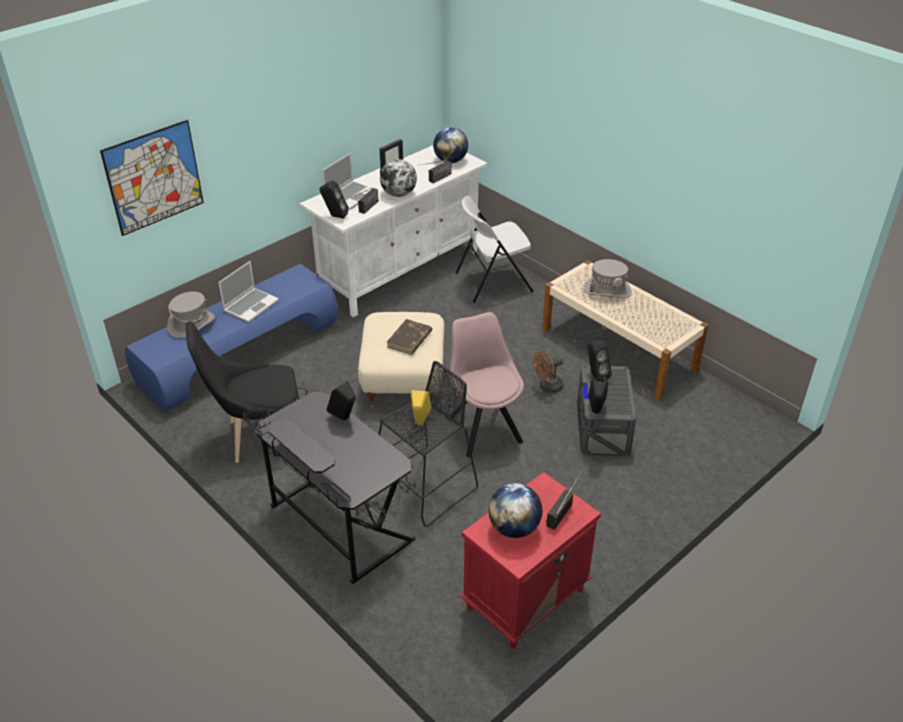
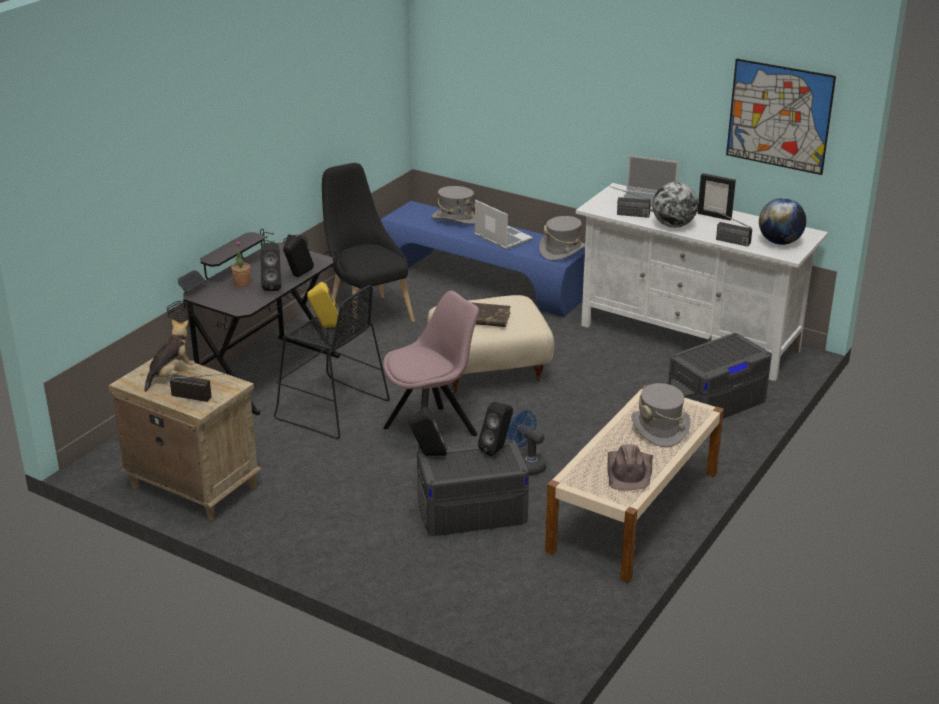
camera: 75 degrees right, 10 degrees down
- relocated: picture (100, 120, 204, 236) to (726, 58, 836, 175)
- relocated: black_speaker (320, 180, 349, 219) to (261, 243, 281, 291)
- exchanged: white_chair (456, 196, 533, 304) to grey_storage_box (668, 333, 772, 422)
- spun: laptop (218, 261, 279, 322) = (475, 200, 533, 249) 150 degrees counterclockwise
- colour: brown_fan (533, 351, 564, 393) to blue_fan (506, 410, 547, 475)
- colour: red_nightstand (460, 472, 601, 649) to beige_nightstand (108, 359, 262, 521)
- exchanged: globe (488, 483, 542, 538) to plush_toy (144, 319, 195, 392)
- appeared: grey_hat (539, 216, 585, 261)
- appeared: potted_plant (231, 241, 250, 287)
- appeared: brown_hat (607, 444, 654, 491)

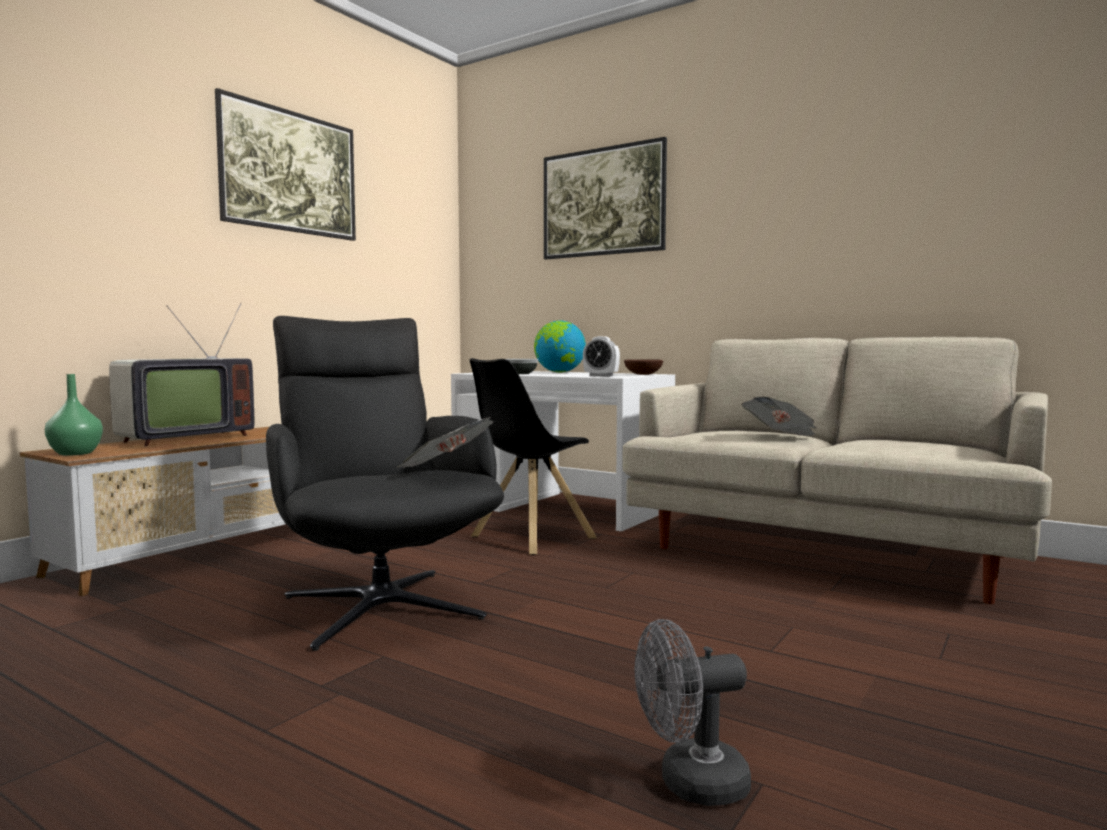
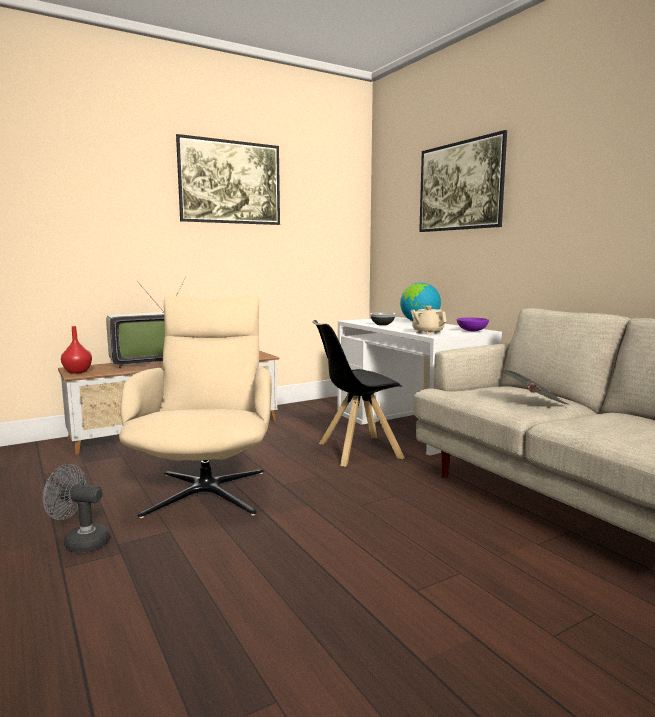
camera: 25 degrees right, 5 degrees up
- colour: black_armchair (266, 316, 504, 651) to beige_armchair (119, 295, 272, 518)
- exchanged: alarm_clock (583, 336, 620, 377) to beige_teapot (411, 306, 447, 335)
- colour: brown_bowl (624, 359, 663, 375) to purple_bowl (456, 318, 489, 331)
- colour: green_vase (45, 374, 103, 456) to red_vase (61, 326, 92, 374)
- missing: newspaper (397, 417, 493, 468)
- relocated: grey_fan (635, 619, 751, 806) to (43, 464, 110, 553)

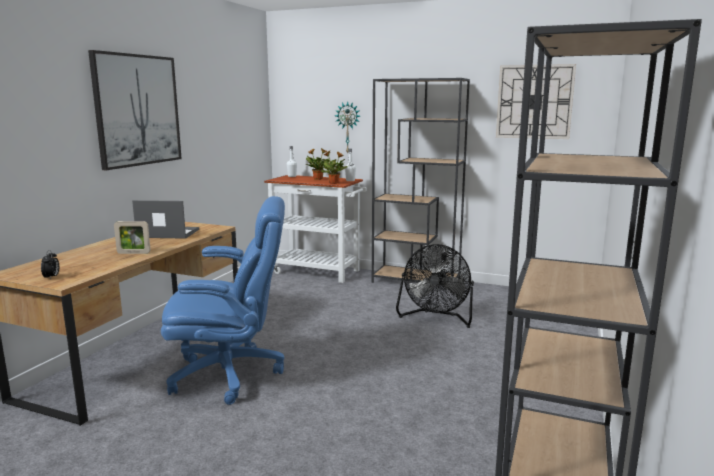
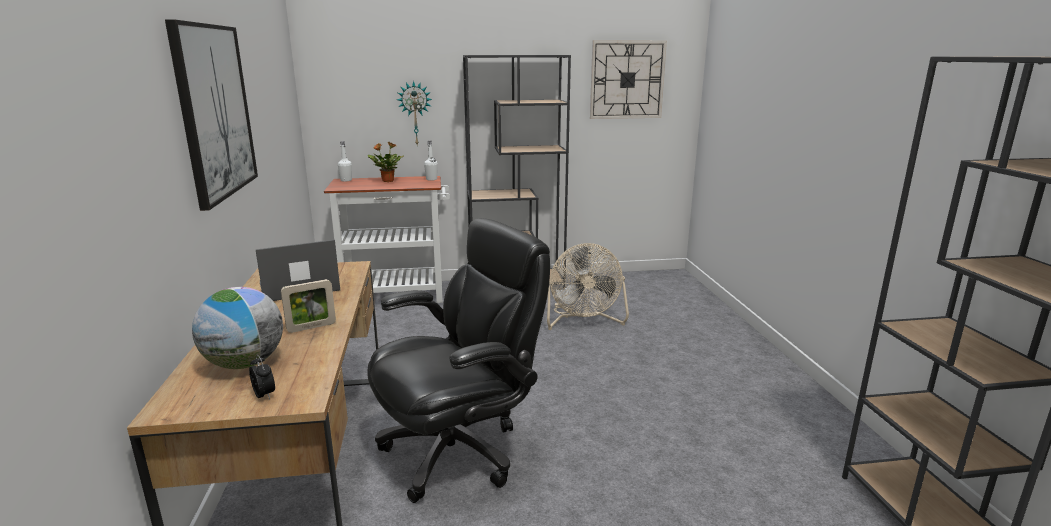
camera: 30 degrees left, 5 degrees up
- missing: potted_plant (320, 151, 348, 184)
- colour: blue_office_chair (161, 196, 285, 405) to black_office_chair (368, 218, 550, 503)
- colour: black_fan (396, 244, 474, 328) to beige_fan (547, 243, 629, 330)
- appeared: globe (192, 287, 283, 369)

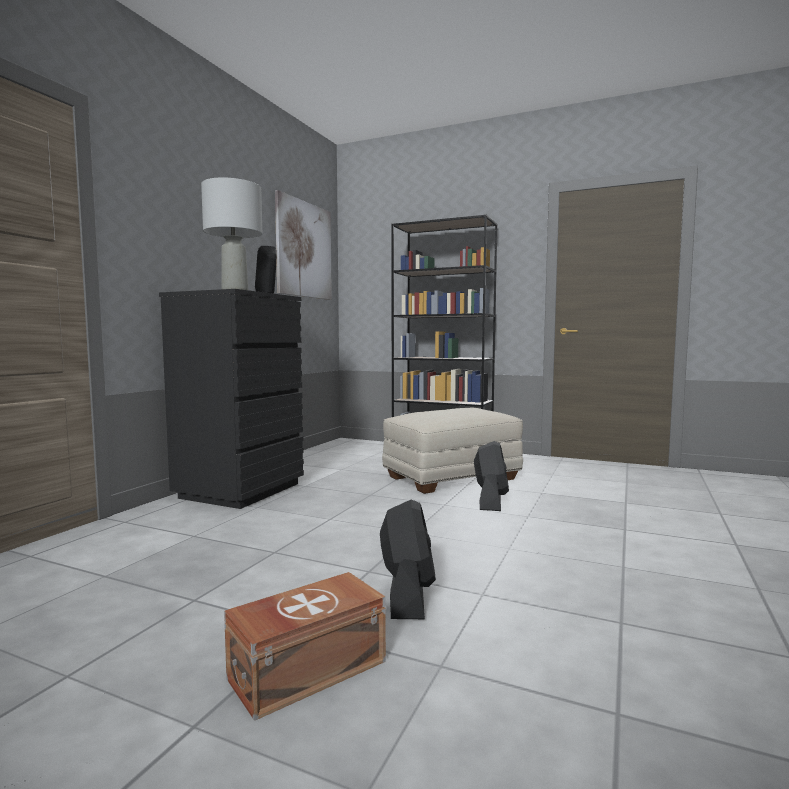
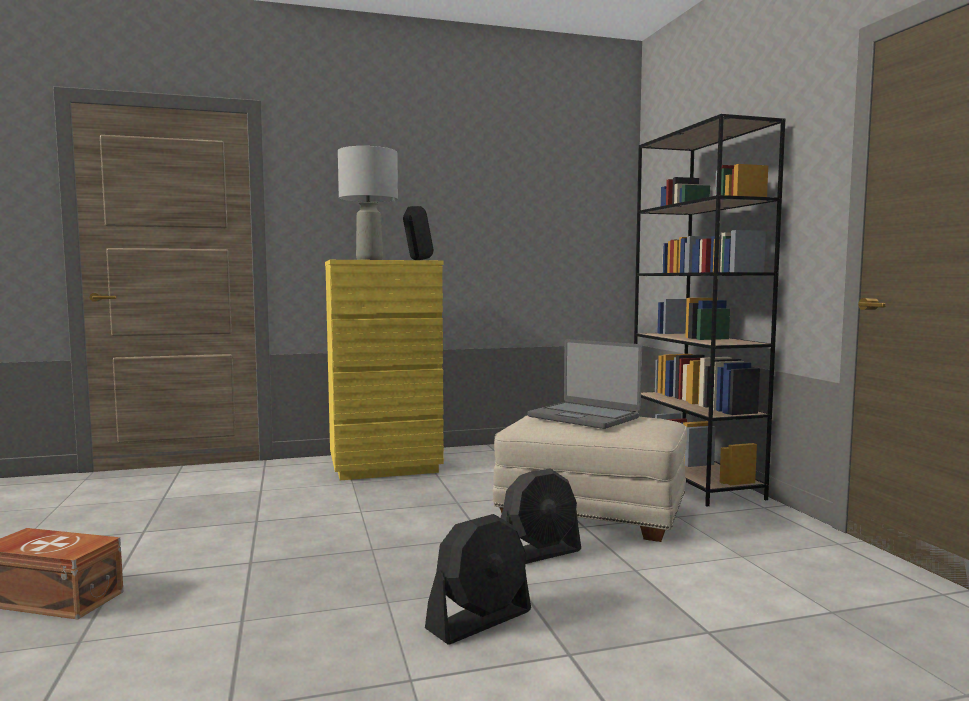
camera: 50 degrees right, 0 degrees up
- missing: picture (275, 190, 332, 300)
- colour: black_dresser (159, 289, 304, 509) to yellow_dresser (325, 260, 444, 480)
- relocated: black_fan (380, 499, 436, 619) to (425, 514, 531, 644)
- appeared: laptop (528, 339, 642, 429)

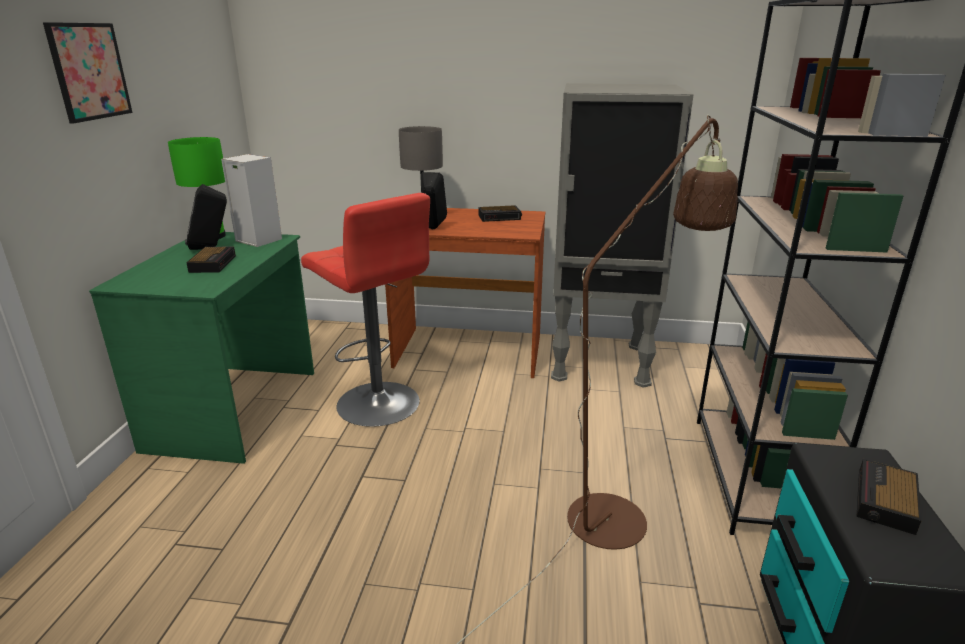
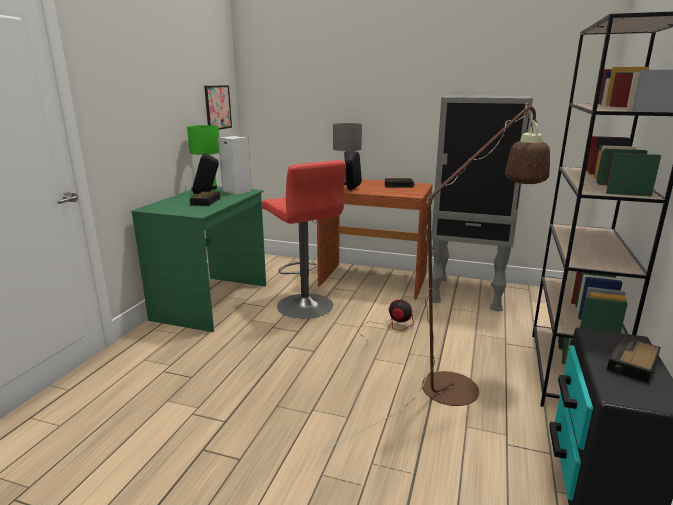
camera: 10 degrees right, 5 degrees down
- relocated: picture (43, 22, 133, 124) to (204, 85, 232, 130)
- appeared: fan (359, 300, 414, 348)

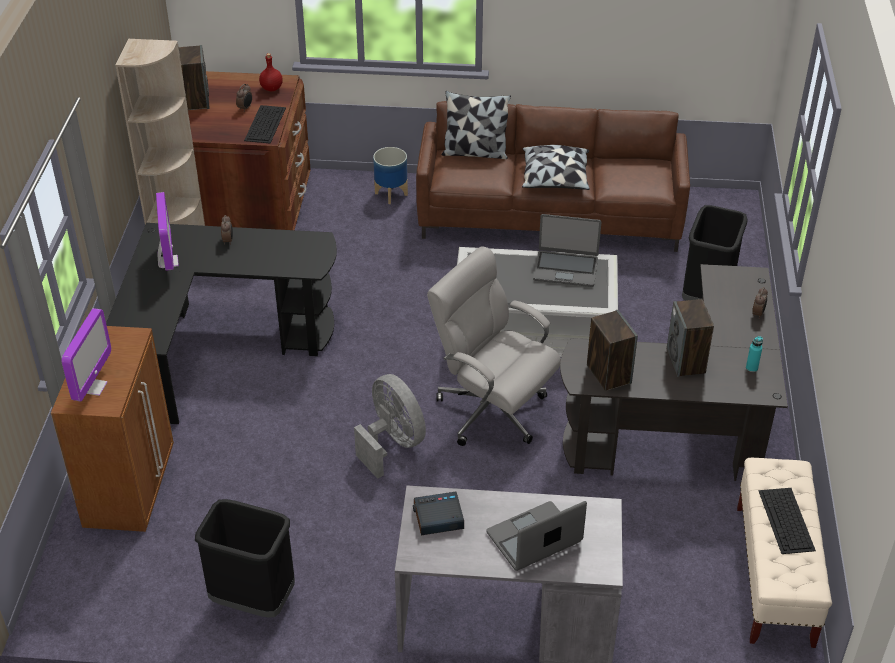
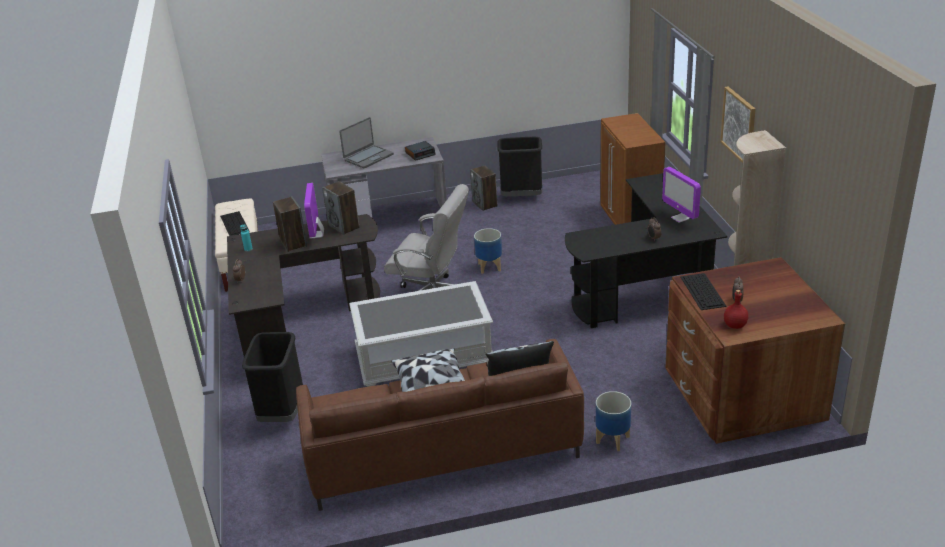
camera: 165 degrees right, 10 degrees down
- relocated: speaker (179, 45, 209, 110) to (470, 166, 497, 211)
- missing: laptop (533, 214, 601, 287)
- relocated: monitor (62, 308, 111, 401) to (304, 183, 324, 239)
- exchanged: grey_fan (354, 374, 426, 479) to planter (474, 228, 502, 274)
- appeared: picture (720, 87, 756, 163)

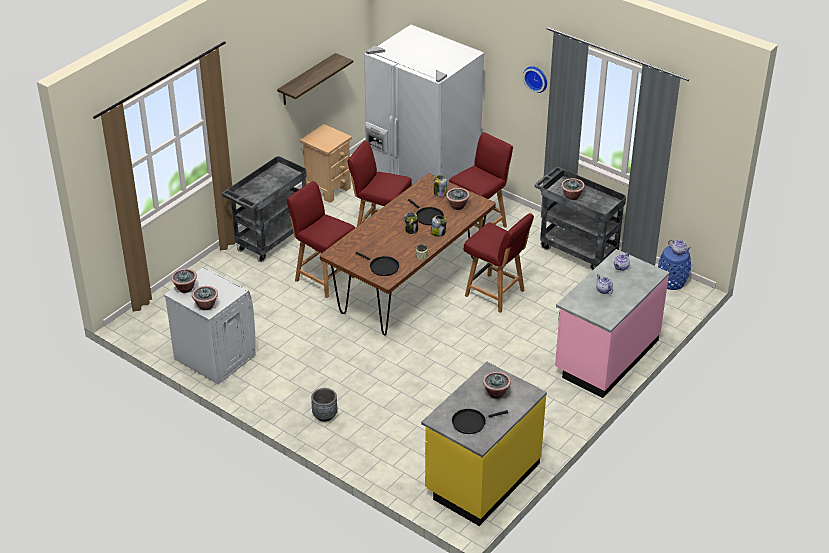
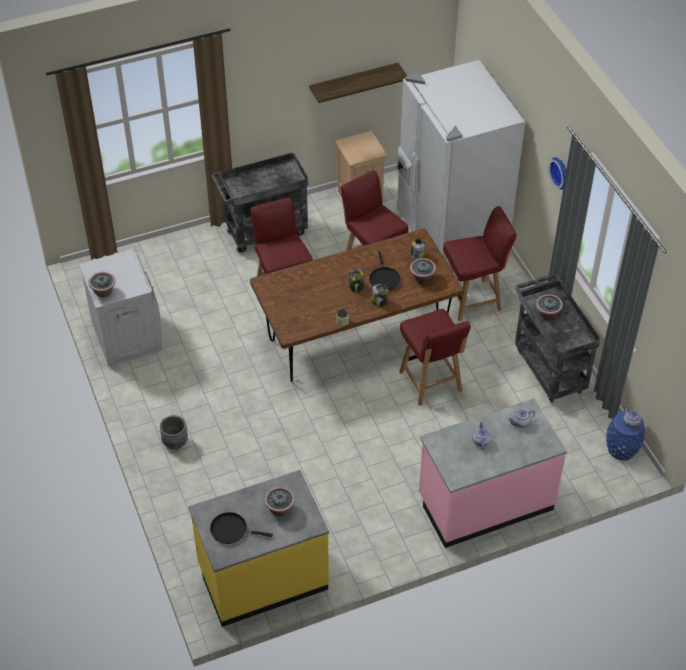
camera: 30 degrees right, 10 degrees up
- missing: black_frying_pan (355, 252, 399, 276)
- missing: potted_plant (171, 269, 197, 293)

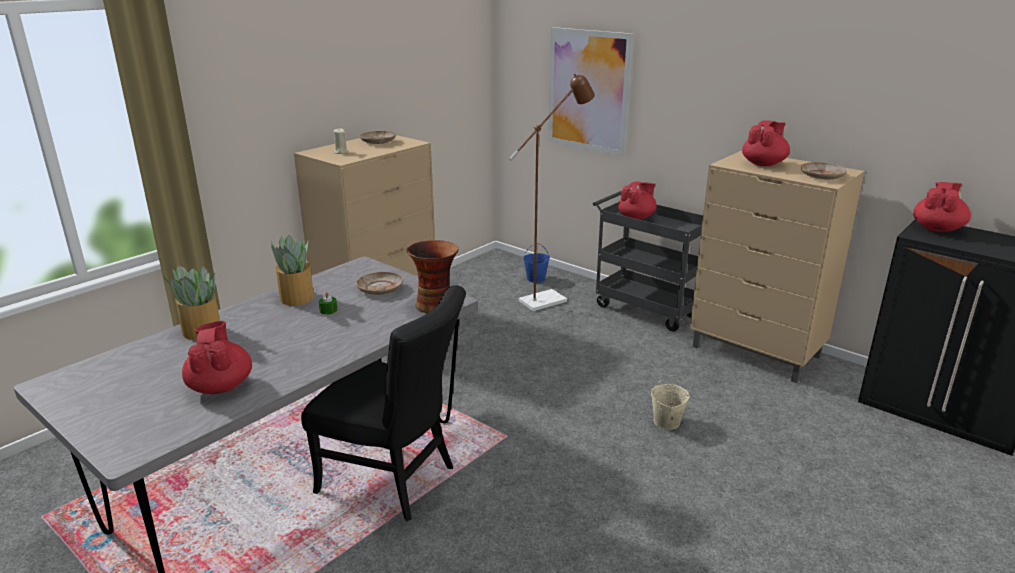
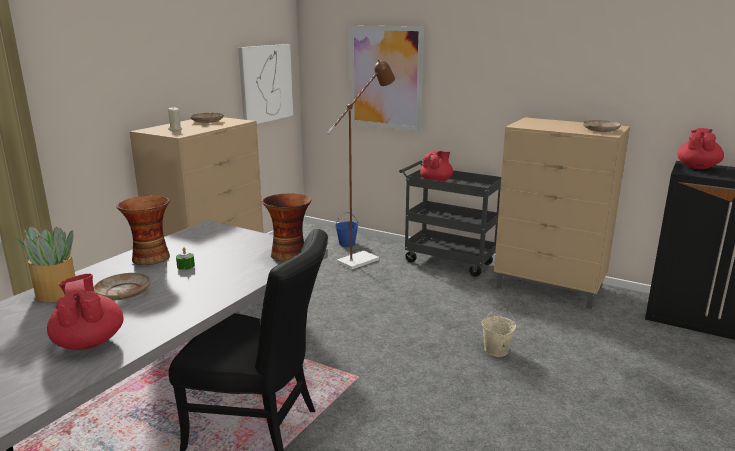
camera: 10 degrees left, 5 degrees down
- missing: red_teapot (742, 120, 790, 166)
- exchanged: potted_plant (271, 235, 314, 306) to vase (116, 195, 170, 265)
- relocated: beige_plate (356, 272, 403, 295) to (94, 273, 151, 300)
- appeared: picture (238, 44, 293, 124)

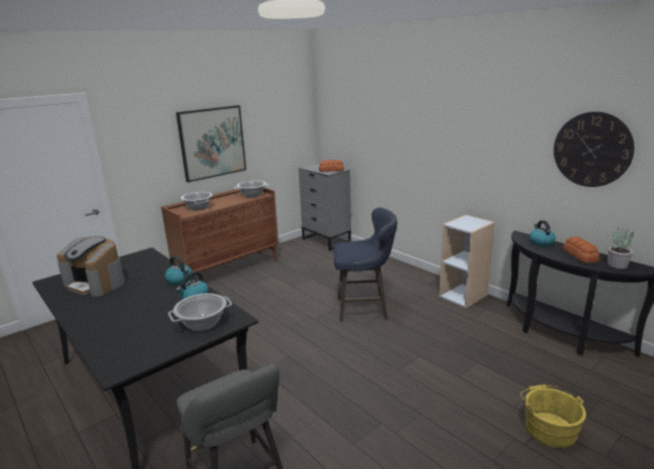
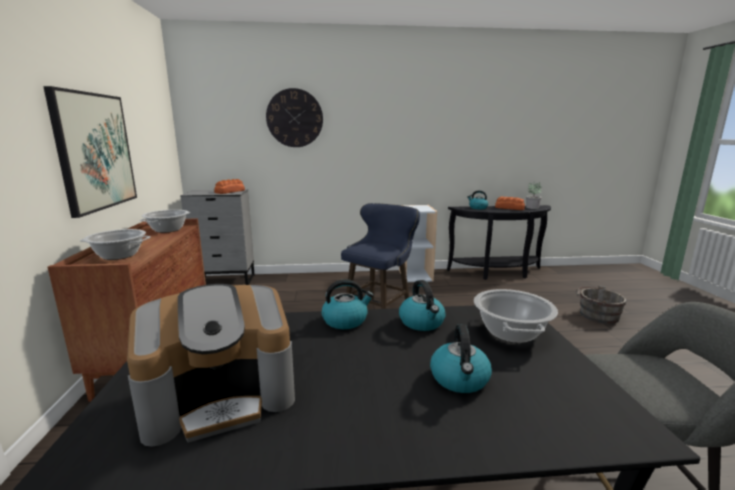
camera: 55 degrees left, 5 degrees down
- relocated: wall_clock (554, 112, 634, 187) to (266, 88, 323, 147)
- colour: yellow_bucket (520, 384, 586, 448) to grey_bucket (576, 285, 627, 324)
- appeared: kettle (430, 324, 492, 393)

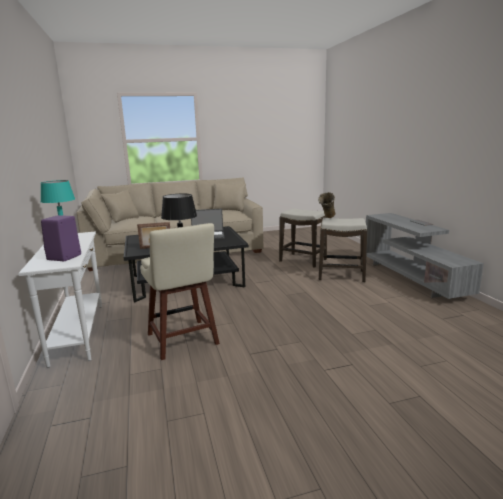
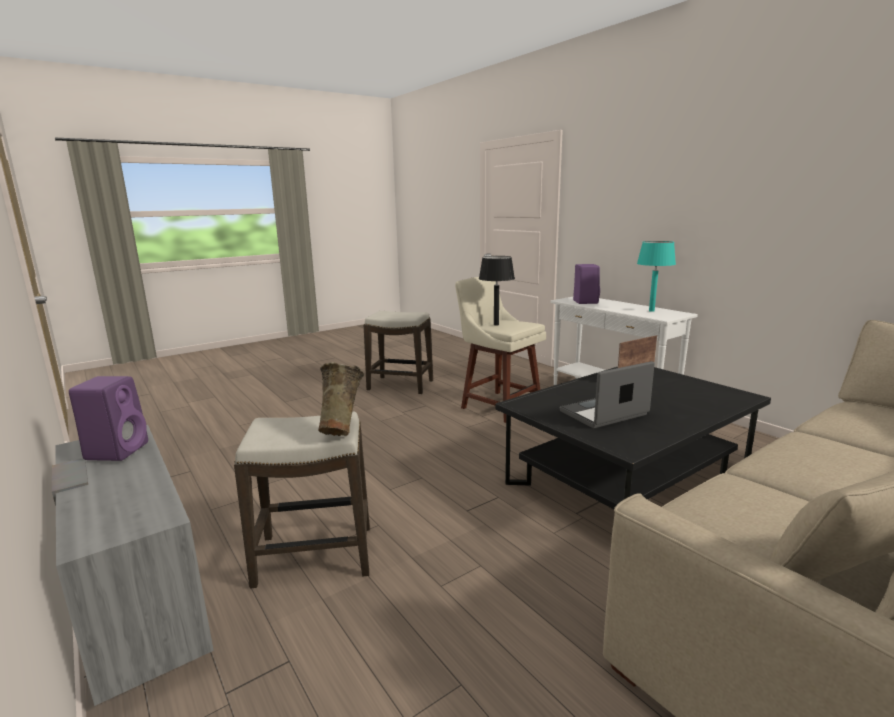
camera: 160 degrees right, 0 degrees up
- relocated: stool (279, 208, 327, 268) to (364, 311, 433, 394)
- appeared: purple_speaker (69, 376, 148, 461)

